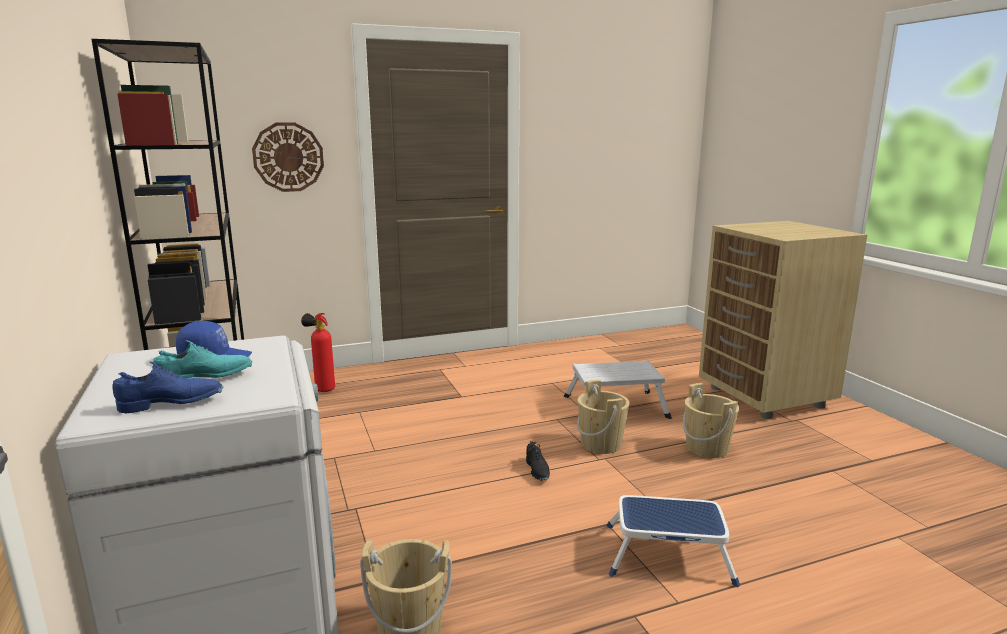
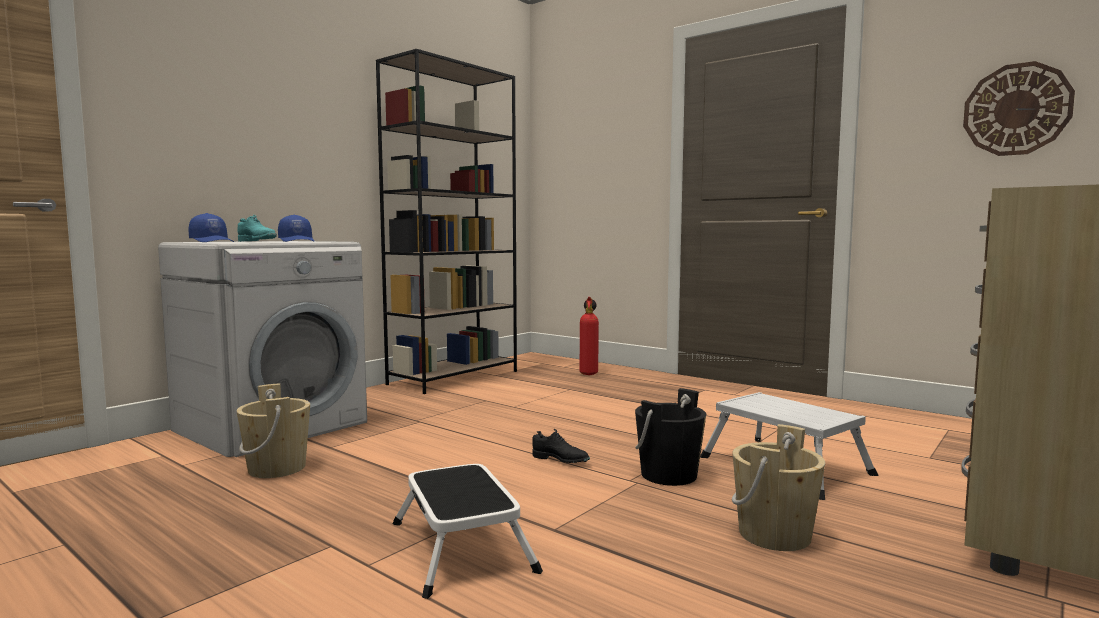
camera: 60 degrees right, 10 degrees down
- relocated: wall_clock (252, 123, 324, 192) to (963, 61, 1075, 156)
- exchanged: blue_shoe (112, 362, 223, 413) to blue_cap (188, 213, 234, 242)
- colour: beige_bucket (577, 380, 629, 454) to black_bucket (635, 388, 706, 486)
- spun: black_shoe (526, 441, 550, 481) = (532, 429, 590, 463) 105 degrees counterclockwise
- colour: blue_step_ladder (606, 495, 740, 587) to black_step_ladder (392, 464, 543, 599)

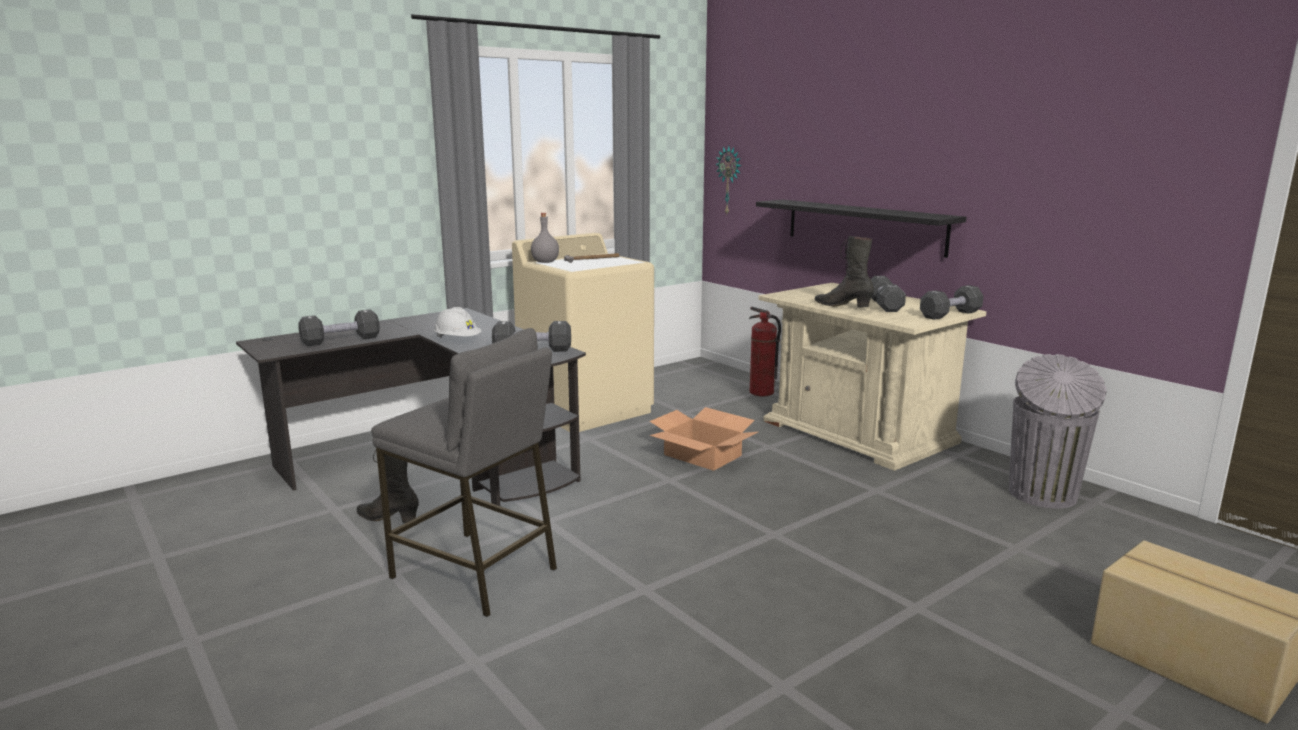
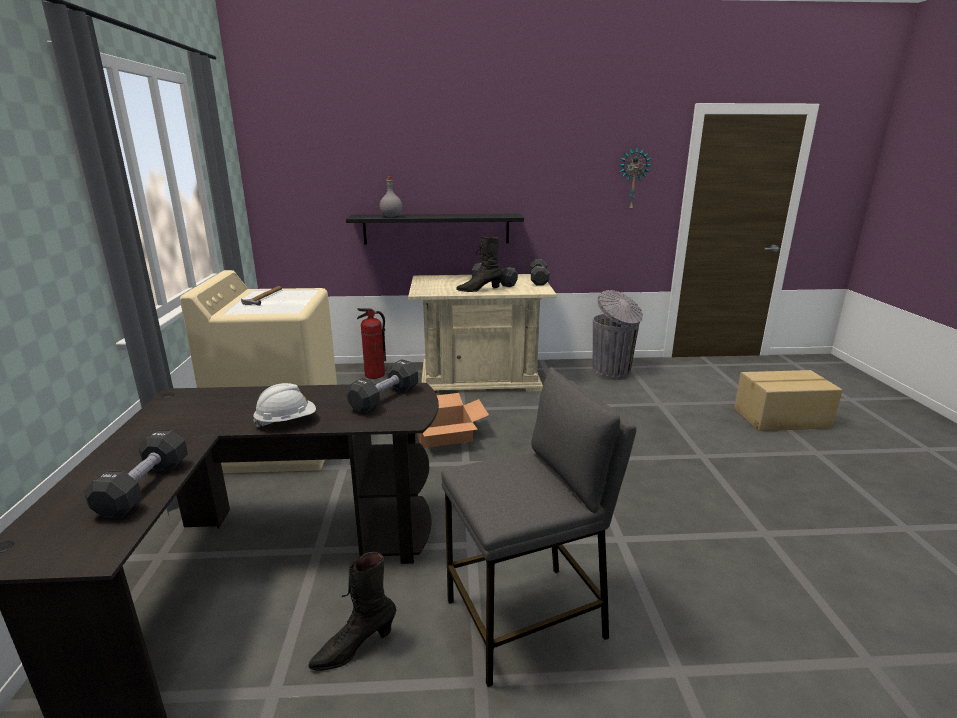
camera: 55 degrees left, 5 degrees up
- relocated: wall_clock (715, 146, 741, 214) to (618, 147, 652, 210)
- relocated: grey_bottle (531, 213, 559, 263) to (380, 177, 402, 217)

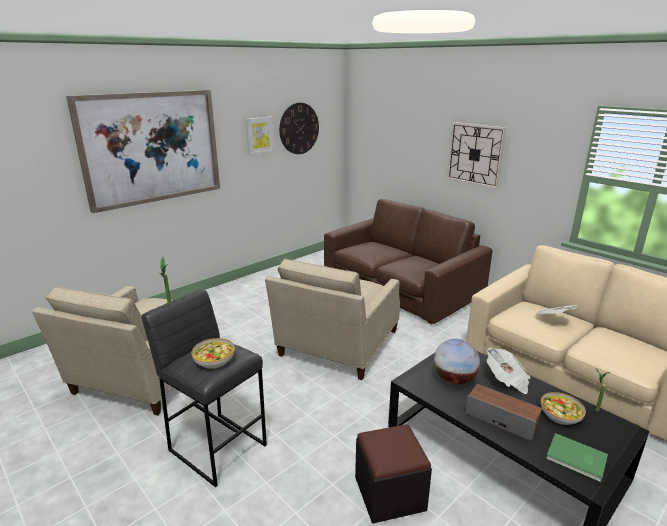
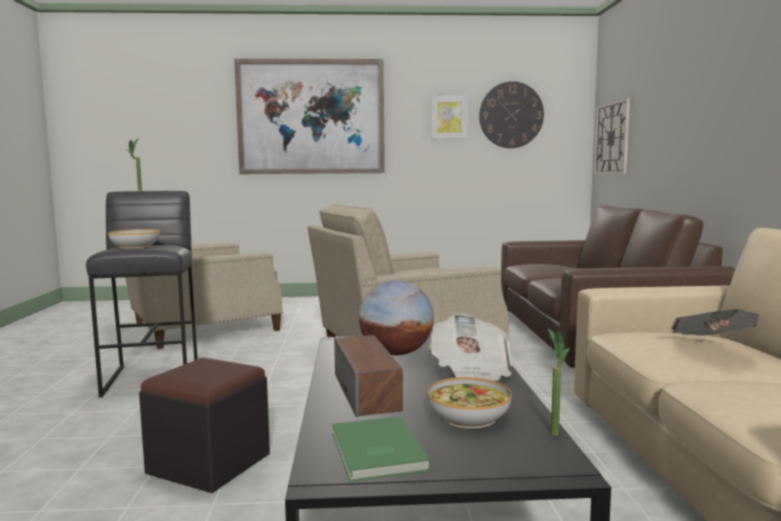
camera: 40 degrees right, 15 degrees down
- relocated: wall_clock (447, 122, 506, 189) to (594, 98, 630, 174)

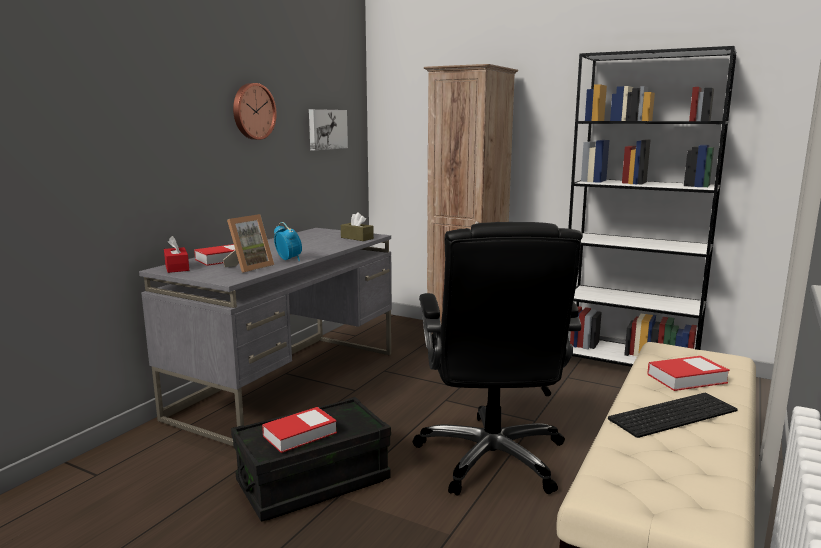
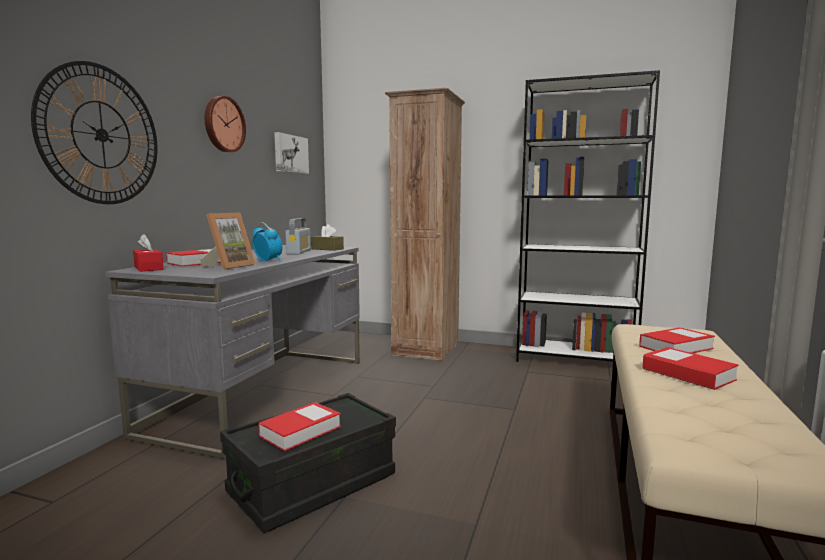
camera: 10 degrees left, 5 degrees down
- missing: black_office_chair (412, 222, 583, 496)
- exchanged: keyboard (608, 393, 738, 438) to book (642, 347, 738, 390)
- appeared: wall_clock (31, 61, 158, 204)
- appeared: radio (285, 218, 311, 254)

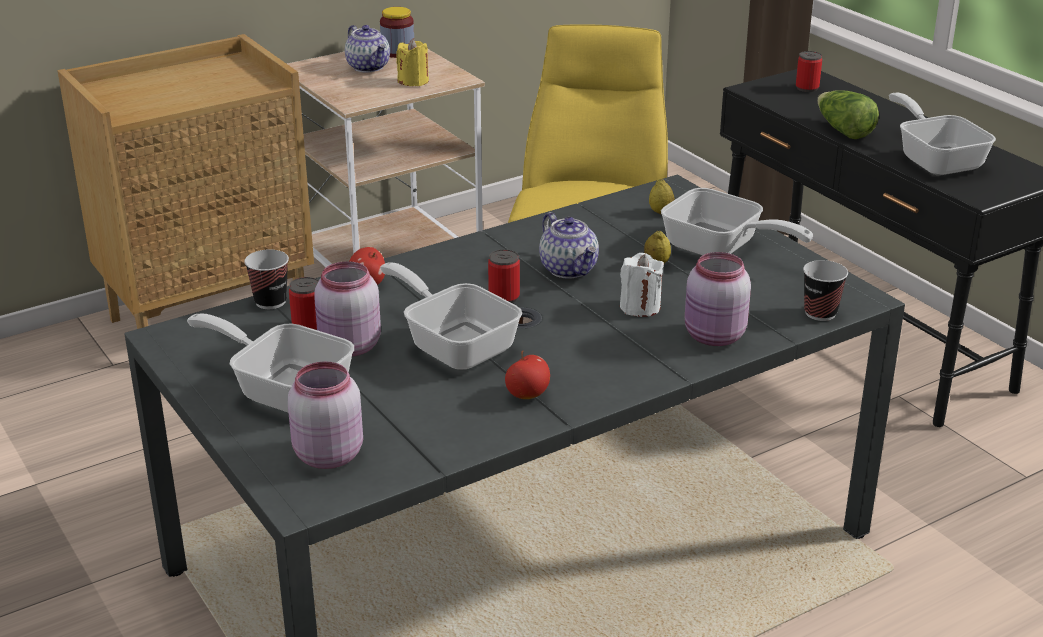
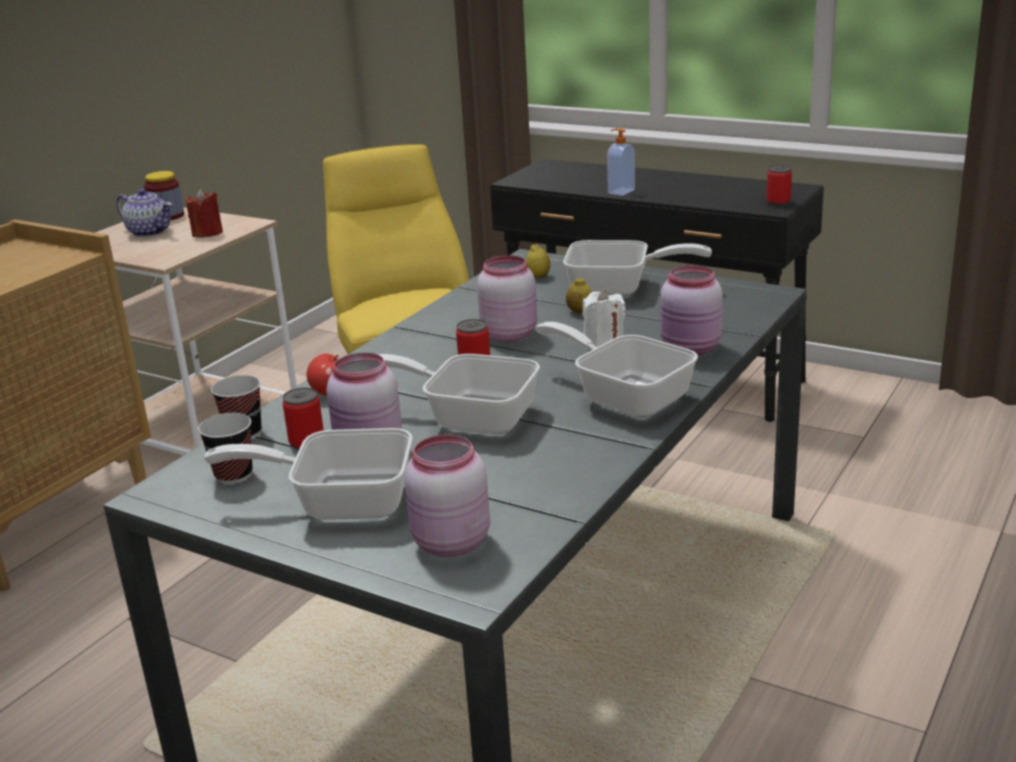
camera: 25 degrees left, 5 degrees down
- colour: yellow_candle (396, 38, 429, 86) to red_candle (186, 189, 223, 237)
- relocated: can (796, 51, 822, 92) to (766, 165, 792, 206)
- exchanged: lettuce (817, 90, 879, 139) to soap_dispenser (607, 128, 635, 196)
- relocated: frying_pan (889, 93, 996, 175) to (536, 322, 698, 418)
- exchanged: teapot (539, 212, 599, 279) to pink_jar (477, 255, 537, 342)
- relocated: cup (803, 260, 848, 321) to (198, 413, 253, 484)
- missing: apple (505, 351, 550, 399)

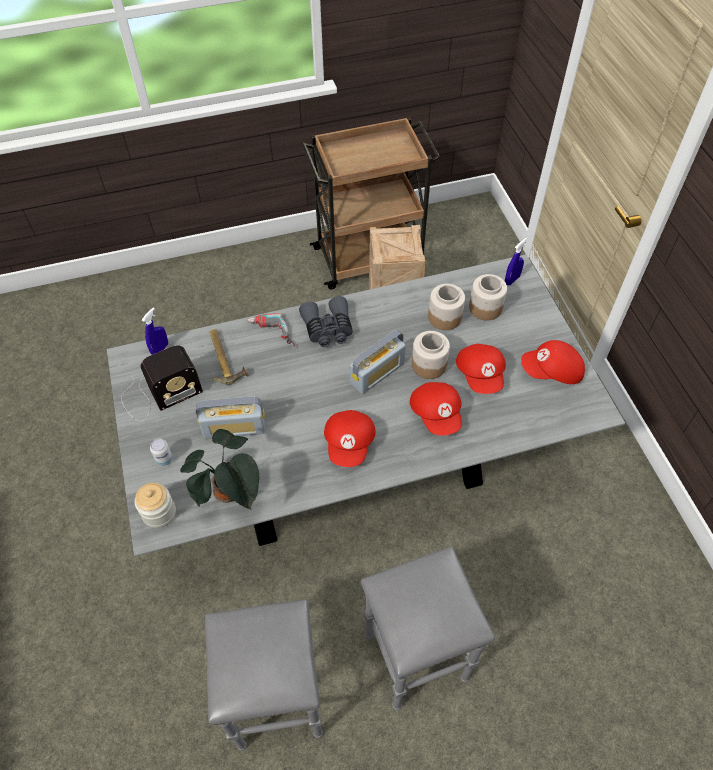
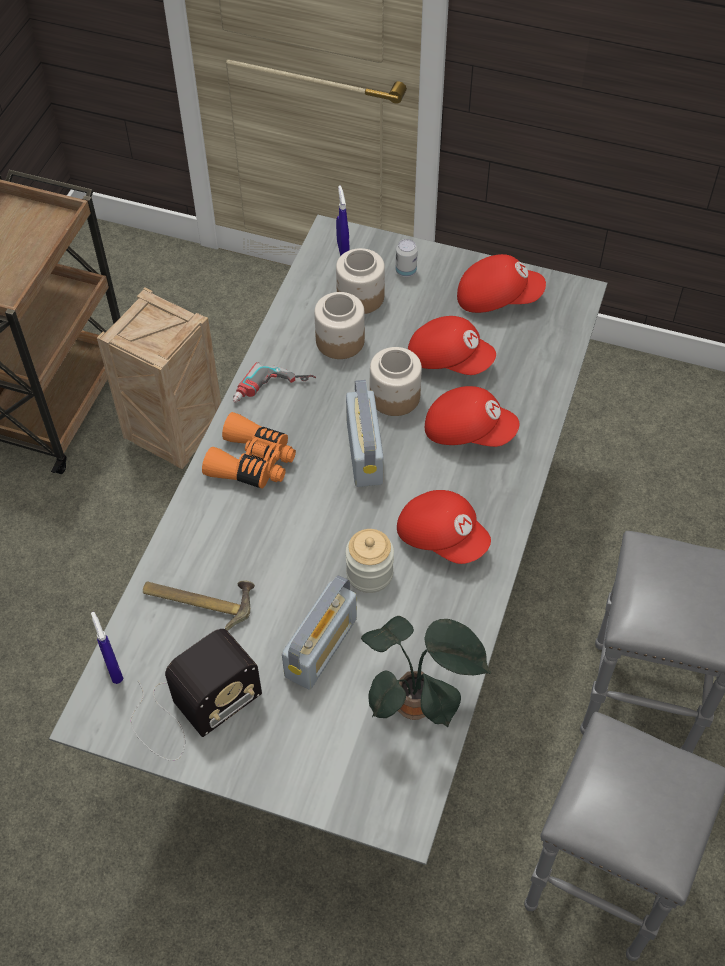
camera: 55 degrees left, 0 degrees up
- colour: grey_binoculars (299, 296, 353, 347) to orange_binoculars (202, 412, 296, 489)
- relocated: power_drill (247, 313, 295, 347) to (233, 362, 316, 403)
- spun: red_cap (521, 340, 585, 384) = (457, 254, 546, 313) 120 degrees counterclockwise
- spun: radio (121, 345, 203, 421) = (131, 629, 262, 761) 45 degrees clockwise
- relocated: can (150, 438, 173, 466) to (396, 239, 418, 277)
- relocated: jar (135, 483, 176, 528) to (345, 529, 394, 593)

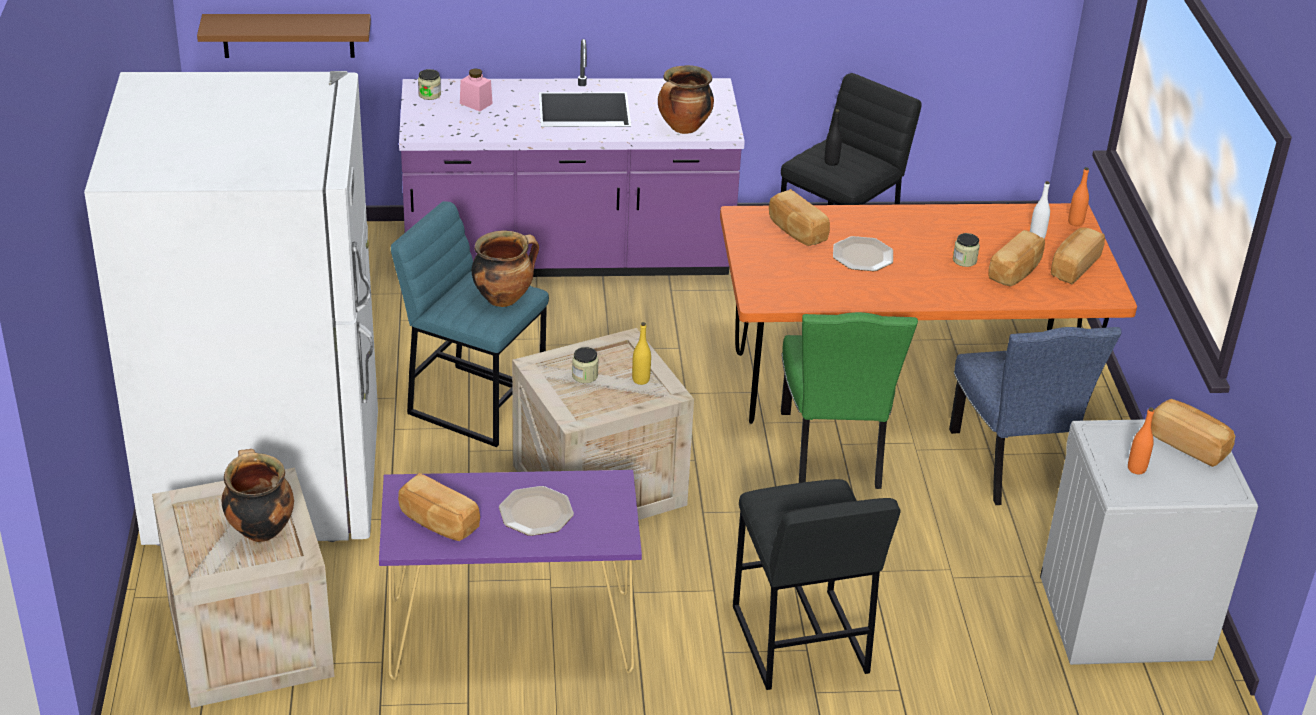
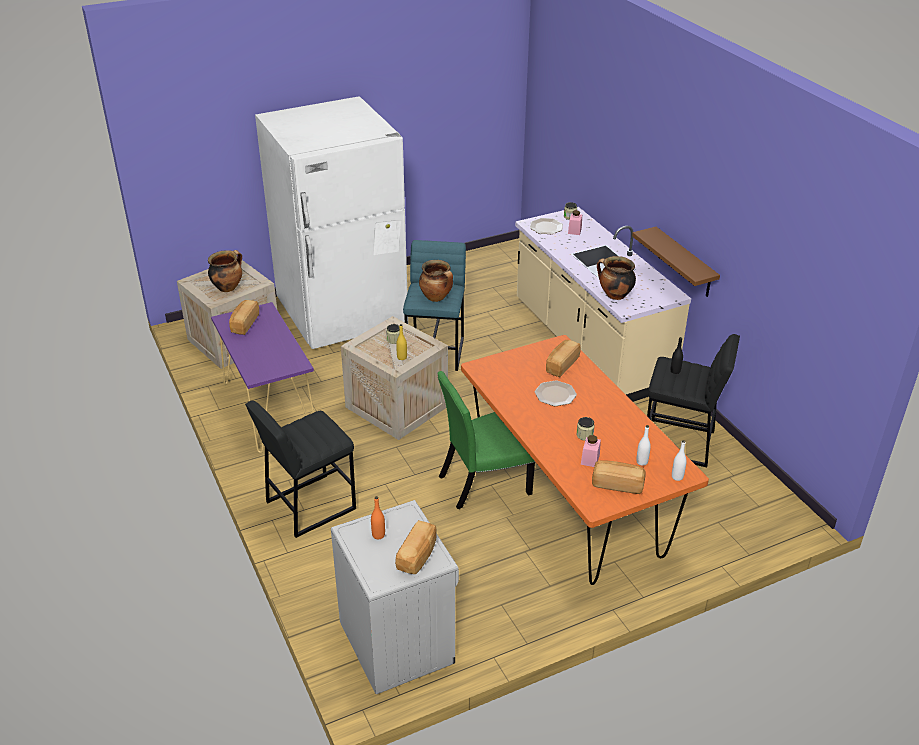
camera: 70 degrees right, 0 degrees up
- relocated: brown_shelf (197, 14, 371, 58) to (632, 227, 720, 297)
- colour: purple_counter (399, 39, 745, 277) to beige_counter (515, 207, 691, 402)
- colour: orange_bottle (1068, 167, 1089, 226) to white_bottle (672, 440, 687, 481)
- exchanged: bread (988, 230, 1045, 286) to pink_jar (581, 435, 601, 467)
- missing: blue_chair (949, 327, 1122, 505)
- relocated: plate (499, 486, 574, 536) to (530, 218, 563, 234)

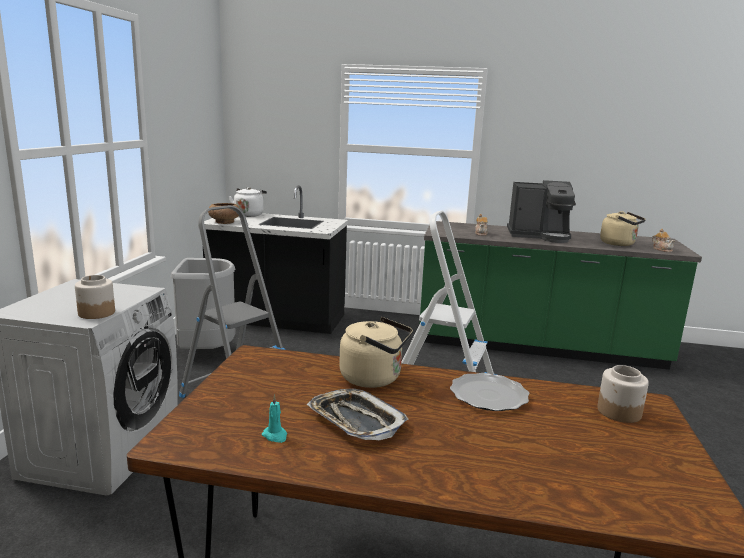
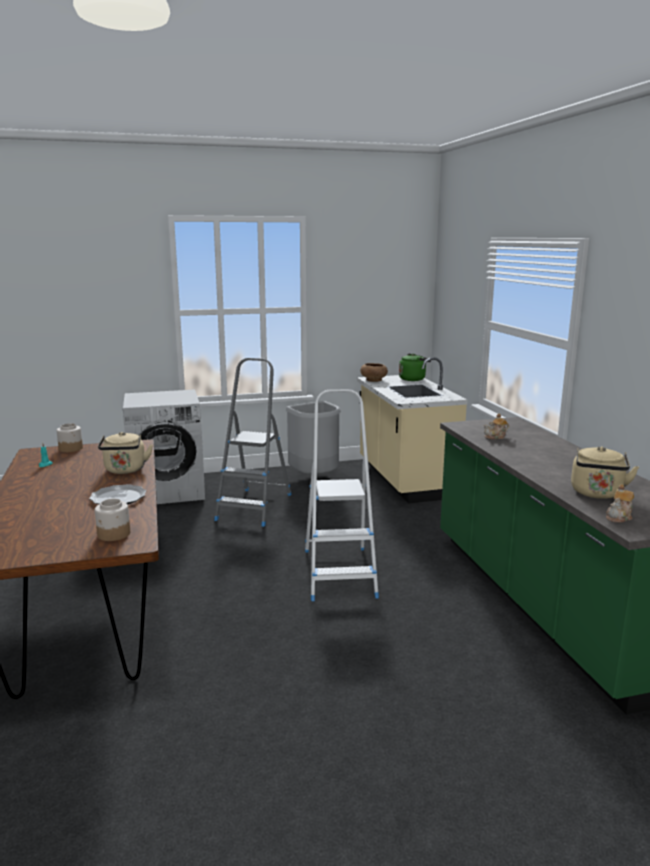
camera: 65 degrees right, 0 degrees up
- missing: coffee_machine (507, 180, 576, 243)
- colour: black_counter (198, 185, 348, 334) to beige_counter (357, 357, 468, 504)
- colour: white_kettle (229, 187, 267, 217) to green_kettle (399, 353, 431, 381)
- relocated: jar (75, 275, 115, 319) to (57, 423, 83, 452)
- missing: tray (307, 389, 409, 440)

